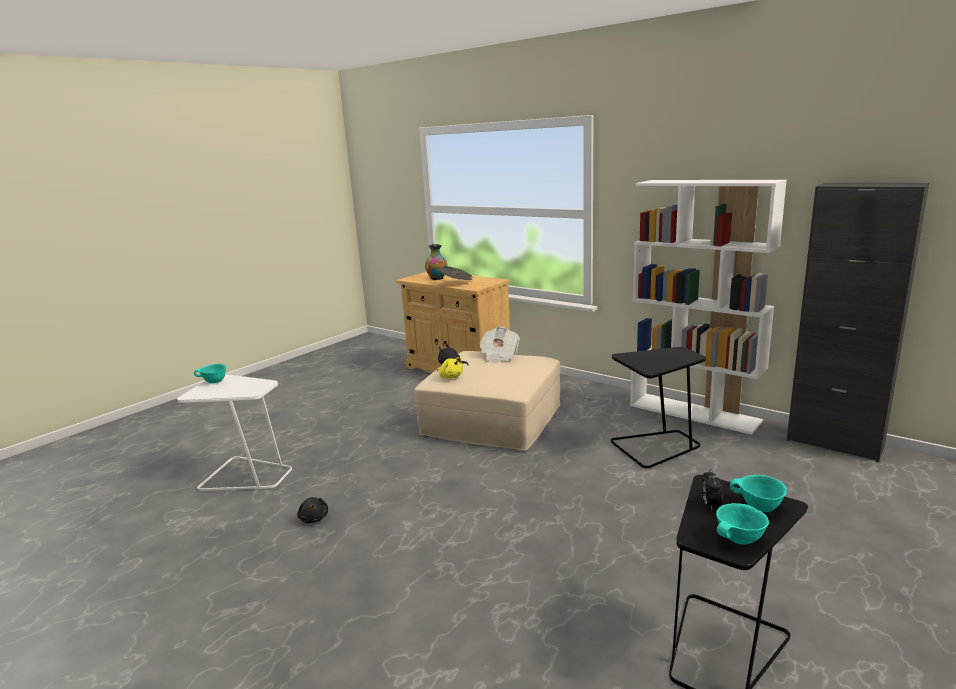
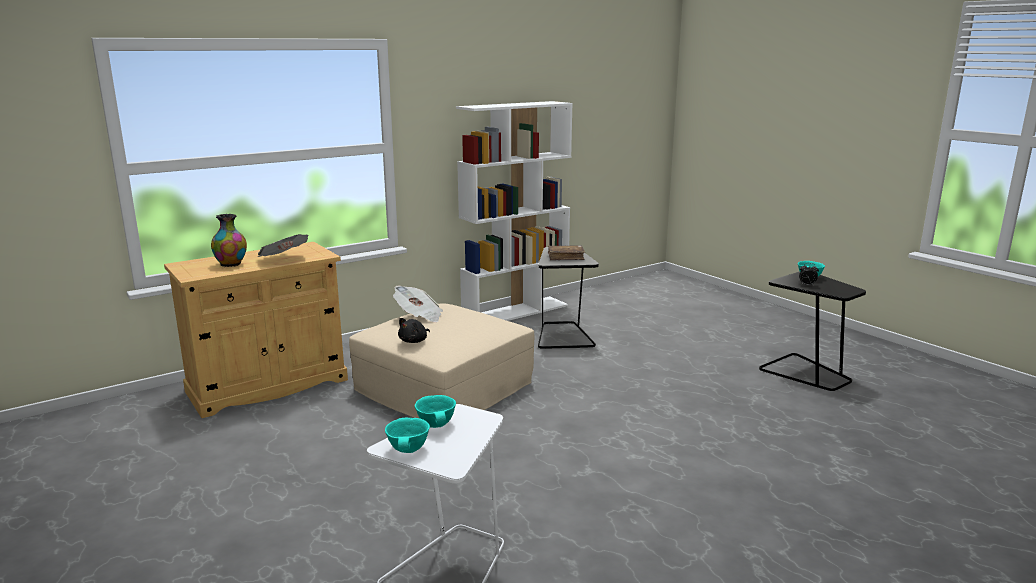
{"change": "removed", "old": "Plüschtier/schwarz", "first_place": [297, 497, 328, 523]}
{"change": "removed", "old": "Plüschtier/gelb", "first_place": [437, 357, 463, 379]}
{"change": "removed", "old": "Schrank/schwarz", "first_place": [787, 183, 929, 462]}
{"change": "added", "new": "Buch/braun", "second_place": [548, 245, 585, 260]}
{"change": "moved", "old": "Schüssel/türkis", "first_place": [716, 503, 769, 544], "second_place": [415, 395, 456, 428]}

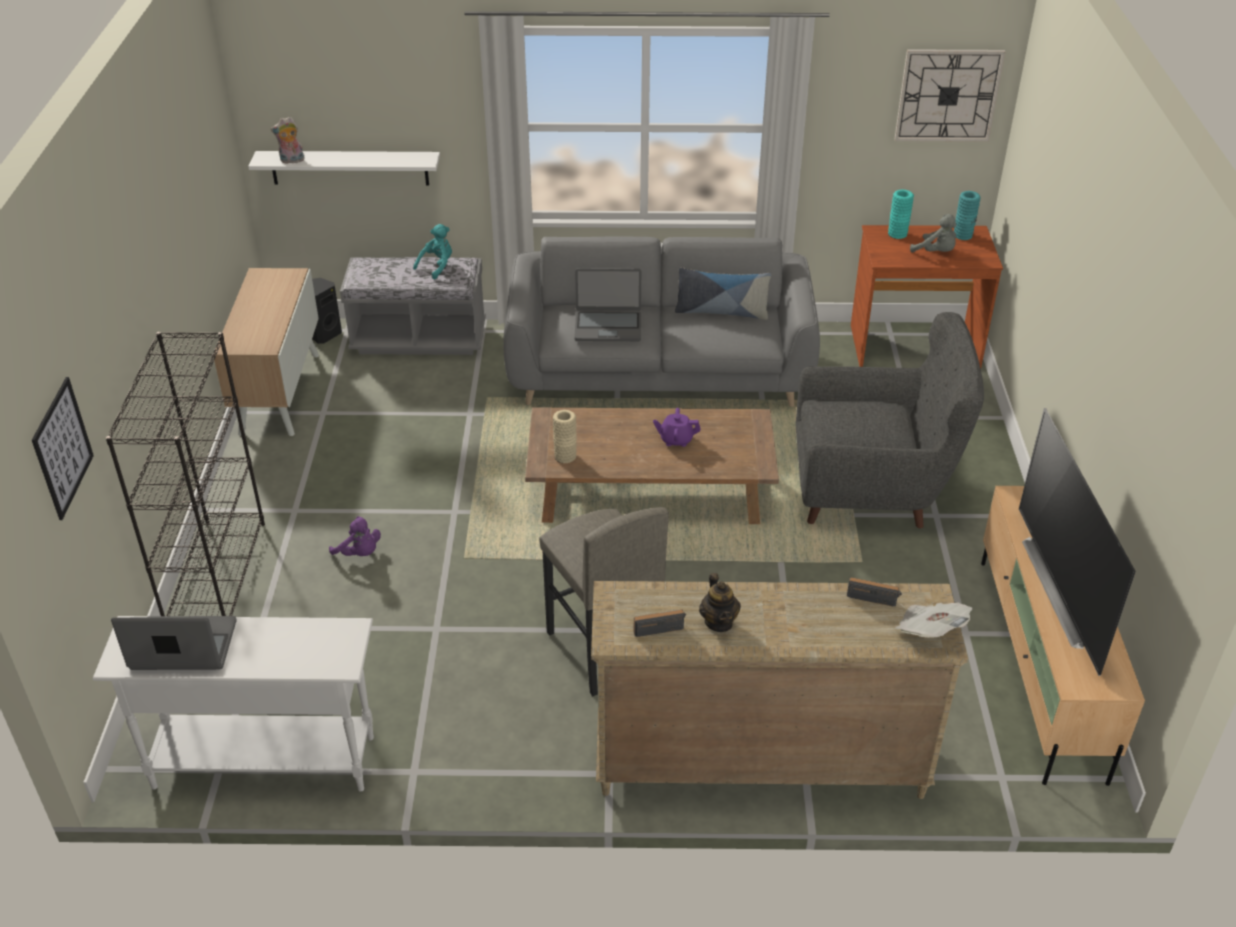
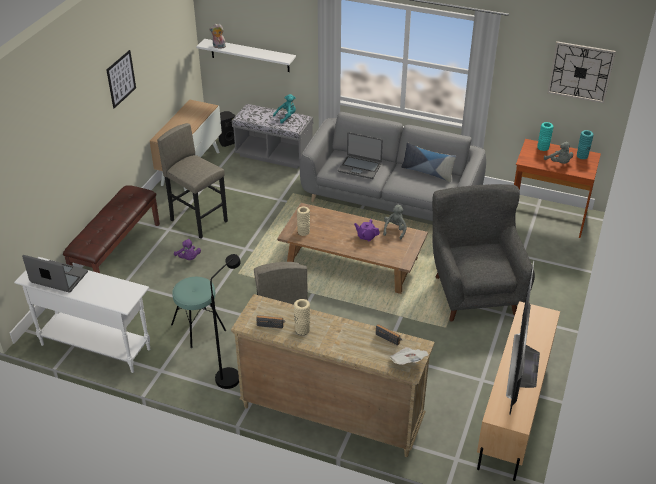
{"change": "added", "new": "Hocker/grau", "second_place": [157, 123, 228, 239]}
{"change": "added", "new": "Hocker/türkis", "second_place": [171, 277, 226, 348]}
{"change": "added", "new": "Stehlampe/schwarz", "second_place": [210, 254, 241, 389]}
{"change": "added", "new": "Plüschtier/grau", "second_place": [383, 205, 407, 240]}
{"change": "moved", "old": "Bild", "first_place": [32, 377, 94, 520], "second_place": [106, 50, 136, 108]}
{"change": "replaced", "old": "Bücherregal/schwarz", "new": "Bank/braun", "first_place": [106, 332, 265, 616], "second_place": [63, 185, 160, 273]}
{"change": "replaced", "old": "Teekanne", "new": "Vase/beige", "first_place": [699, 573, 741, 632], "second_place": [294, 299, 310, 335]}
{"change": "turned", "old": "Sessel/grau", "first_place": [796, 312, 984, 528], "second_place": [432, 184, 535, 321], "degrees": -120}

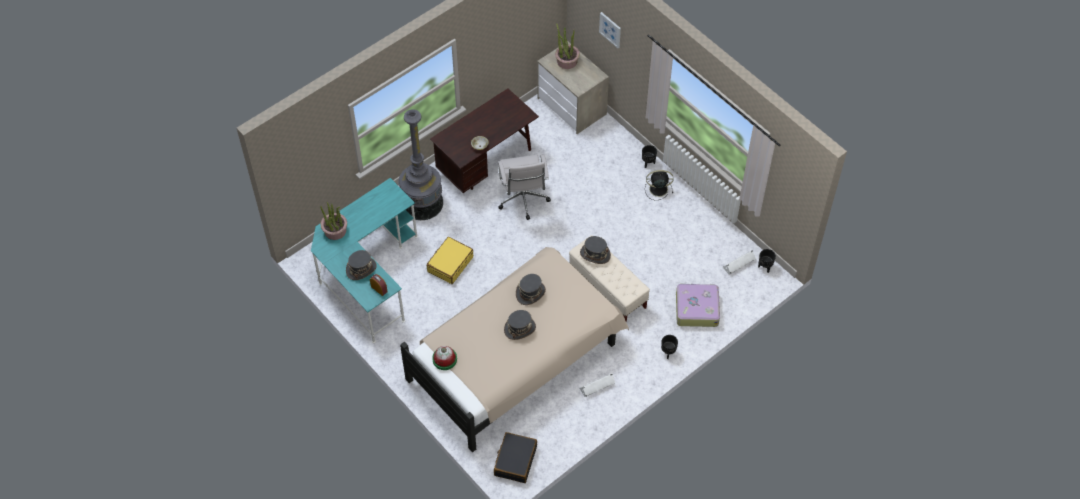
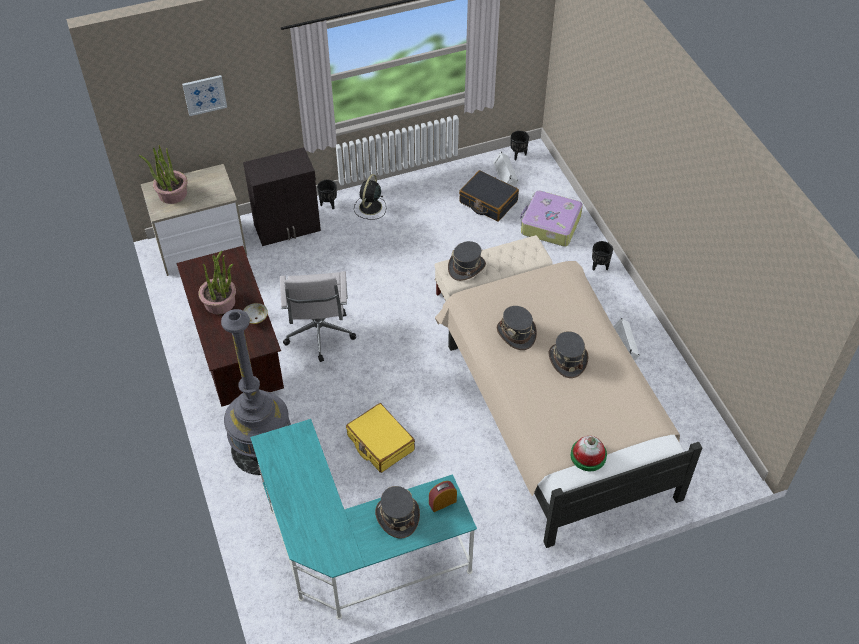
{"change": "added", "new": "Schrank/schwarz", "second_place": [243, 147, 321, 246]}
{"change": "moved", "old": "Topfpflanze", "first_place": [320, 202, 347, 240], "second_place": [199, 251, 236, 315]}
{"change": "moved", "old": "Koffer/schwarz", "first_place": [494, 432, 537, 483], "second_place": [459, 170, 519, 221]}
{"change": "turned", "old": "Bürostuhl/weiß", "first_place": [498, 154, 551, 220], "second_place": [280, 271, 356, 362], "degrees": 75}

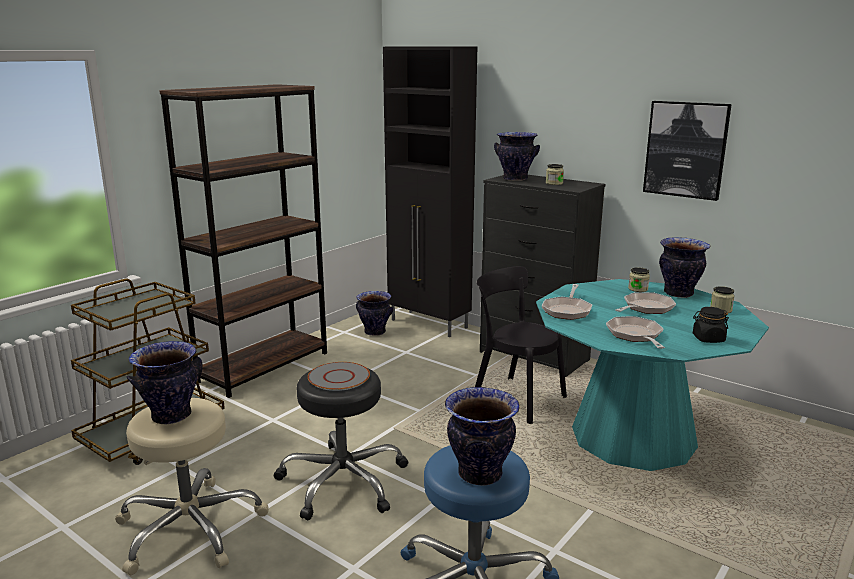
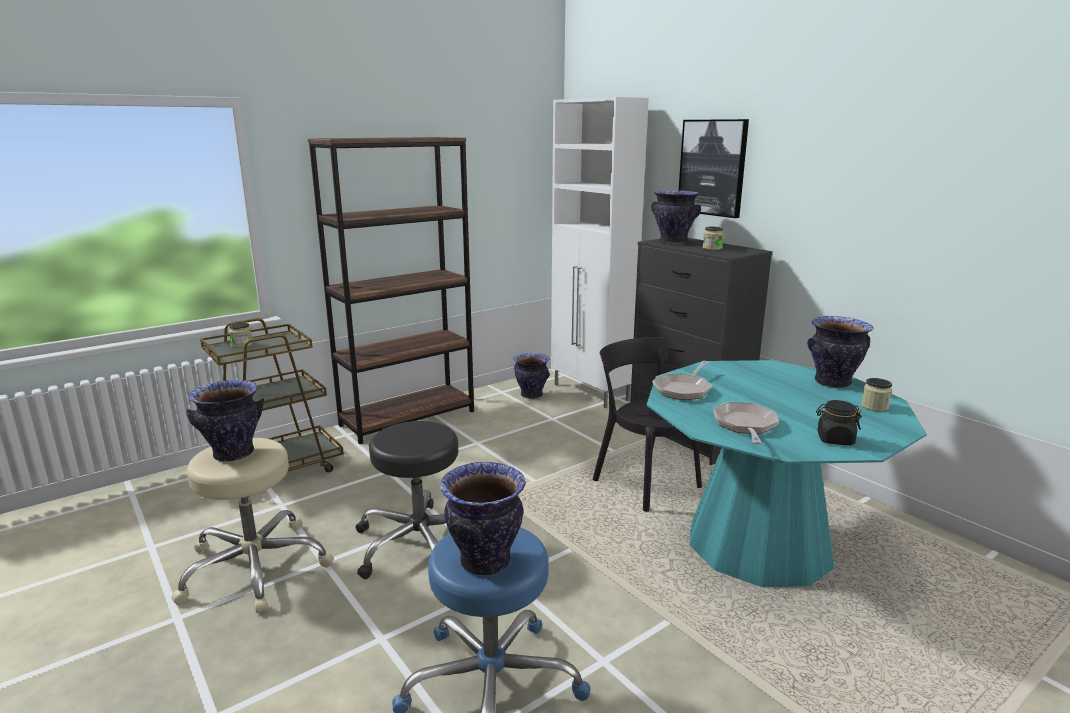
{"change": "removed", "old": "Teller/grau", "first_place": [308, 362, 370, 391]}
{"change": "removed", "old": "Pfanne", "first_place": [615, 292, 676, 314]}
{"change": "moved", "old": "Vorratsglas", "first_place": [628, 267, 650, 292], "second_place": [229, 322, 253, 348]}
{"change": "moved", "old": "Bild", "first_place": [643, 101, 732, 201], "second_place": [679, 119, 749, 218]}
{"change": "recoloured", "old": "Schrank/schwarz", "new": "Schrank/weiß", "first_place": [383, 46, 477, 337], "second_place": [551, 97, 649, 408]}

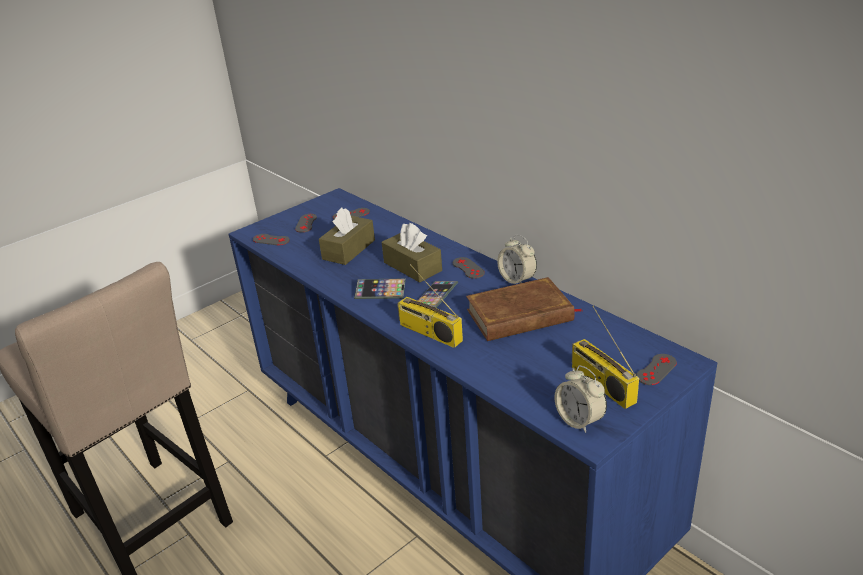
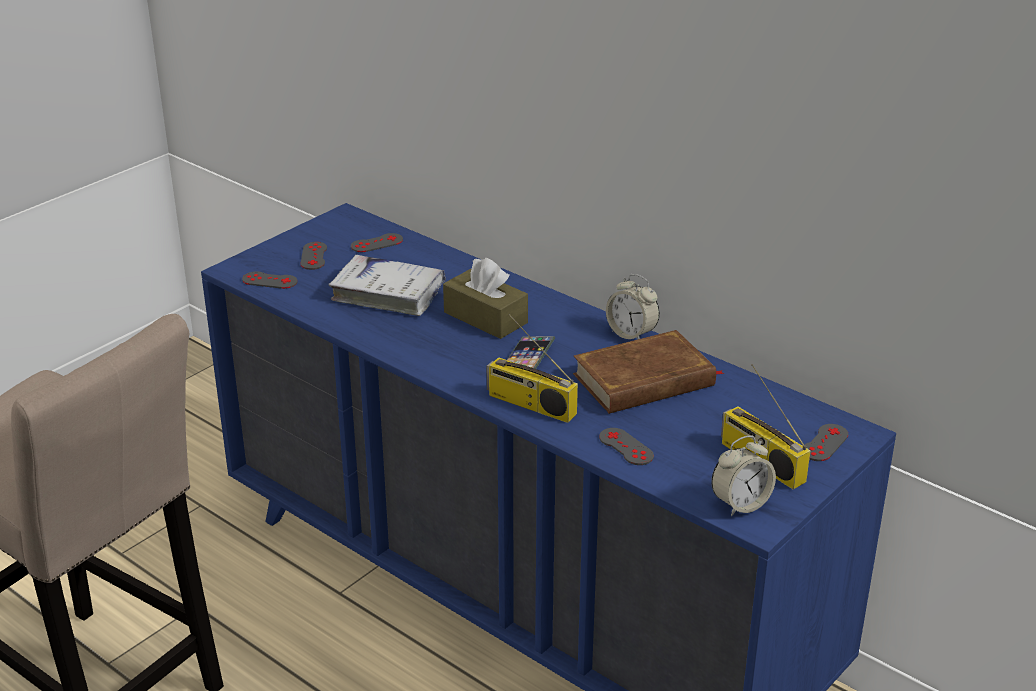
{"change": "removed", "old": "Handy", "first_place": [354, 279, 406, 299]}
{"change": "moved", "old": "Gamepad/grau", "first_place": [453, 257, 485, 279], "second_place": [599, 428, 654, 465]}
{"change": "replaced", "old": "Taschentuchbox/braun", "new": "Buch/weiß", "first_place": [319, 208, 375, 265], "second_place": [329, 255, 446, 316]}
{"change": "turned", "old": "Wecker", "first_place": [554, 365, 607, 433], "second_place": [711, 436, 776, 517], "degrees": -75}

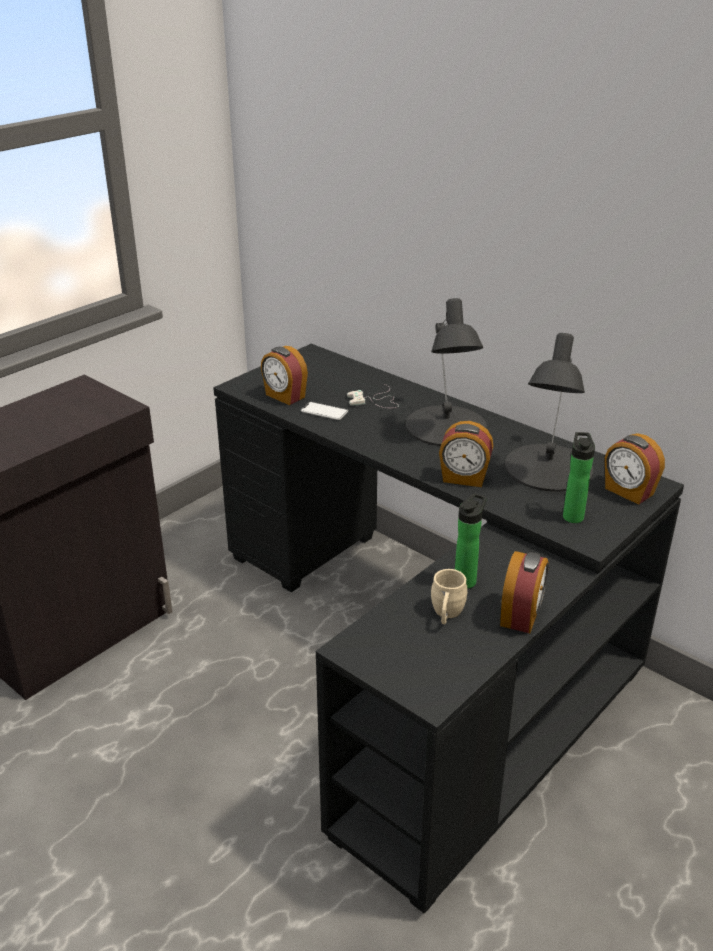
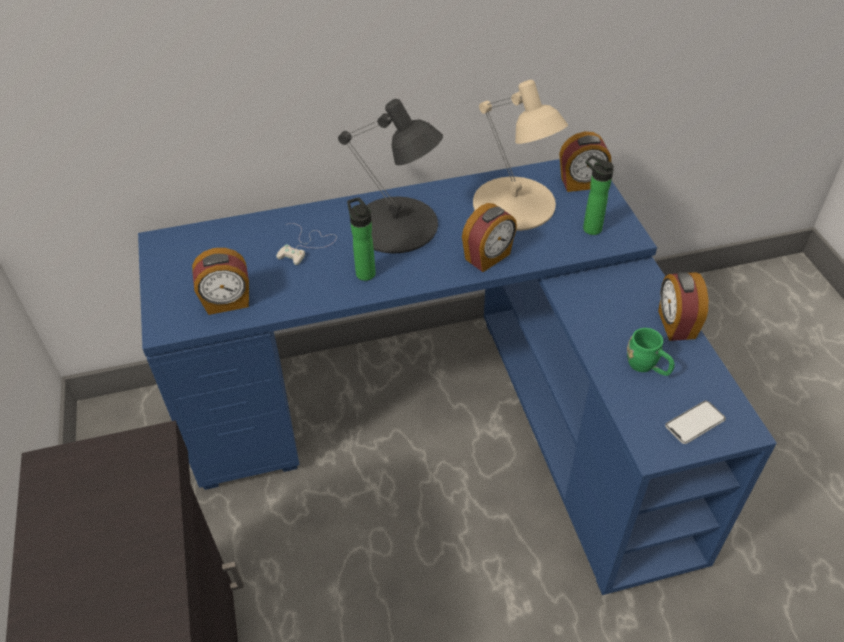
{"change": "moved", "old": "Handy", "first_place": [301, 402, 348, 420], "second_place": [665, 401, 726, 444]}
{"change": "moved", "old": "Flasche", "first_place": [455, 493, 487, 589], "second_place": [347, 197, 376, 281]}
{"change": "recoloured", "old": "Schreibtisch/schwarz", "new": "Schreibtisch/blau", "first_place": [213, 344, 684, 914], "second_place": [138, 159, 777, 595]}
{"change": "recoloured", "old": "Henkelbecher/beige", "new": "Henkelbecher/grün", "first_place": [431, 569, 468, 624], "second_place": [627, 328, 675, 376]}
{"change": "recoloured", "old": "Tischlampe/schwarz", "new": "Tischlampe/beige", "first_place": [505, 333, 593, 492], "second_place": [473, 79, 568, 231]}
{"change": "turned", "old": "Wecker", "first_place": [500, 551, 549, 633], "second_place": [658, 272, 708, 341], "degrees": -150}

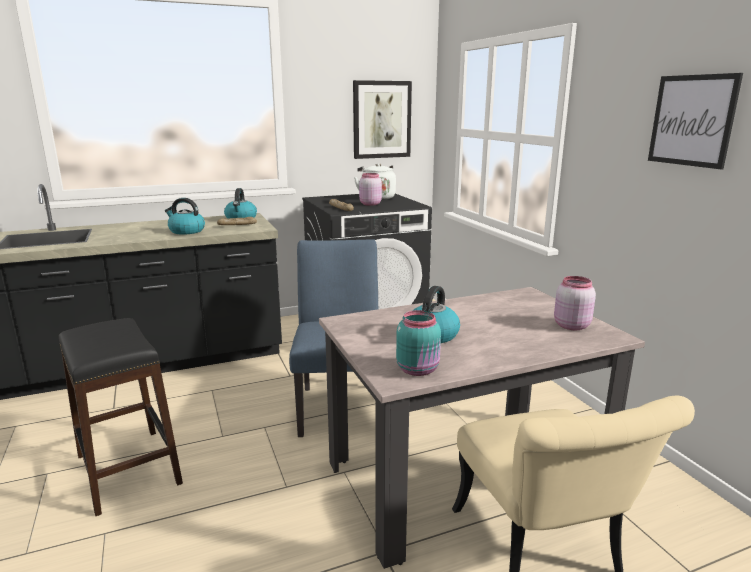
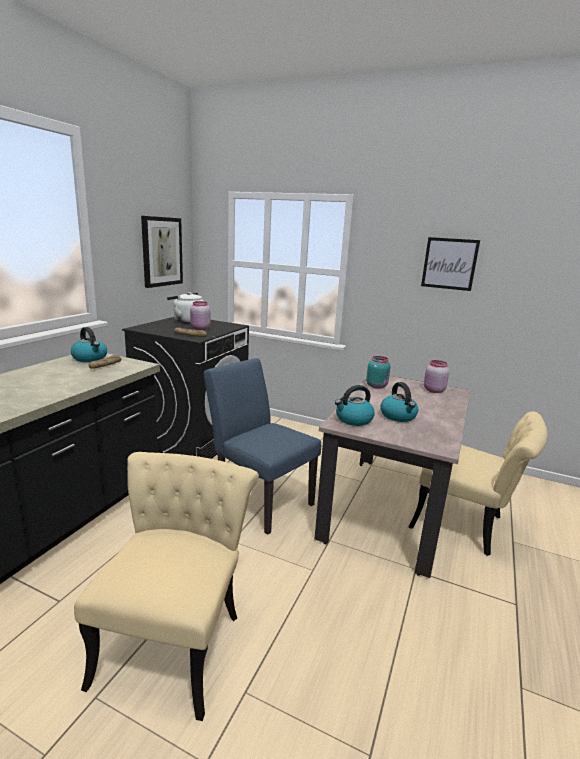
{"change": "moved", "old": "Wasserkessel", "first_place": [165, 198, 205, 235], "second_place": [335, 385, 375, 426]}
{"change": "moved", "old": "Vorratsglas/türkis", "first_place": [396, 310, 441, 376], "second_place": [366, 356, 390, 389]}
{"change": "replaced", "old": "Hocker/schwarz", "new": "Stuhl/beige", "first_place": [59, 318, 183, 516], "second_place": [74, 452, 259, 721]}

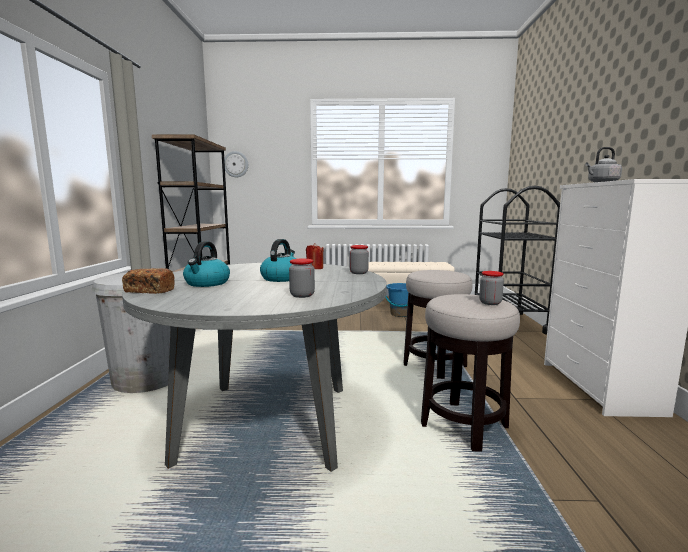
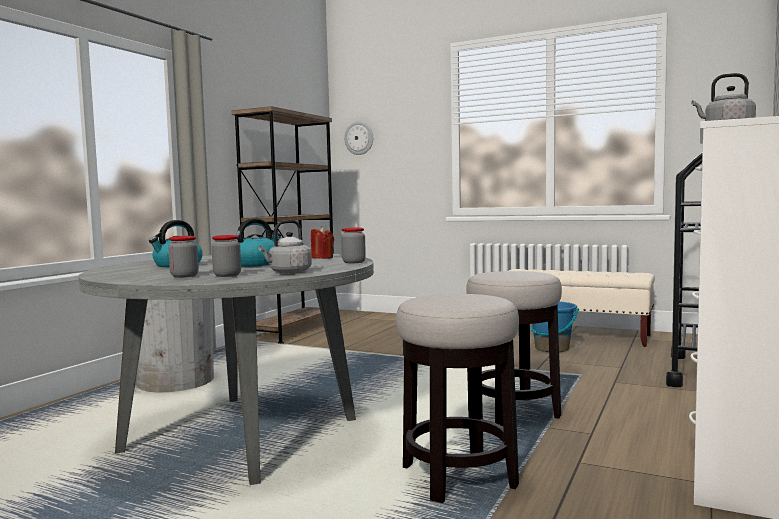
{"change": "removed", "old": "Brot", "first_place": [122, 268, 175, 294]}
{"change": "added", "new": "Wasserkessel/grau", "second_place": [258, 220, 312, 274]}
{"change": "moved", "old": "Vorratsglas", "first_place": [479, 271, 504, 305], "second_place": [168, 236, 199, 278]}

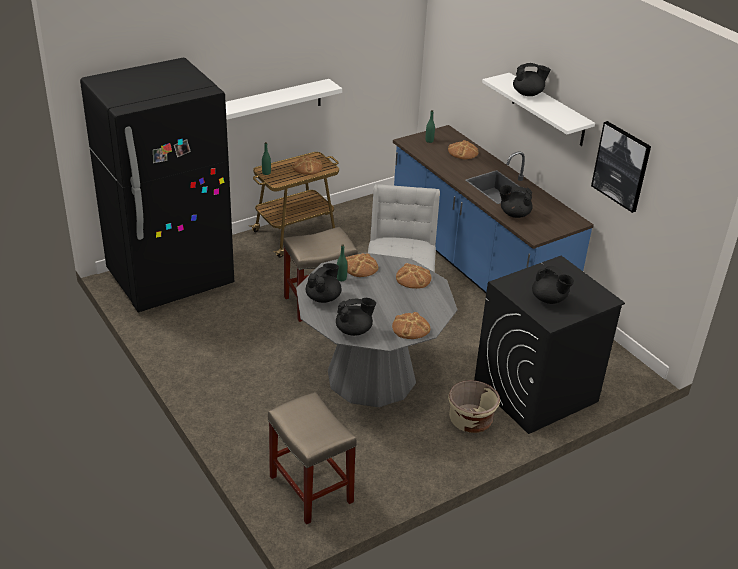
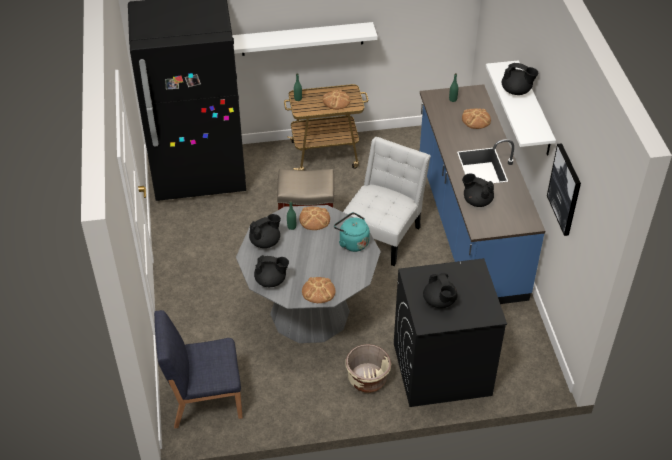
{"change": "replaced", "old": "Hocker/beige", "new": "Stuhl/blau", "first_place": [268, 392, 357, 525], "second_place": [154, 310, 243, 428]}
{"change": "replaced", "old": "Brot", "new": "Wasserkessel/türkis", "first_place": [396, 263, 431, 289], "second_place": [334, 212, 370, 252]}

